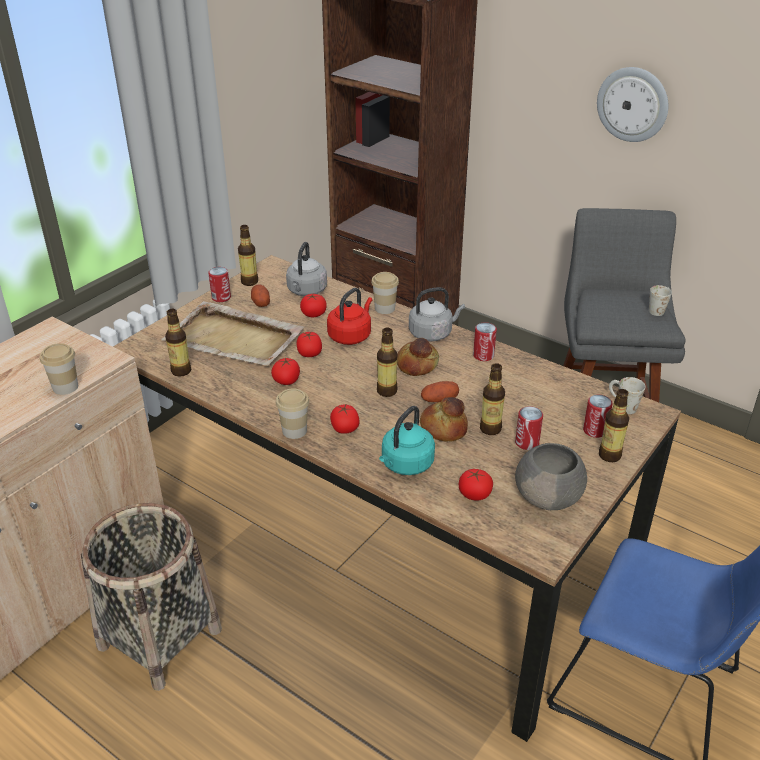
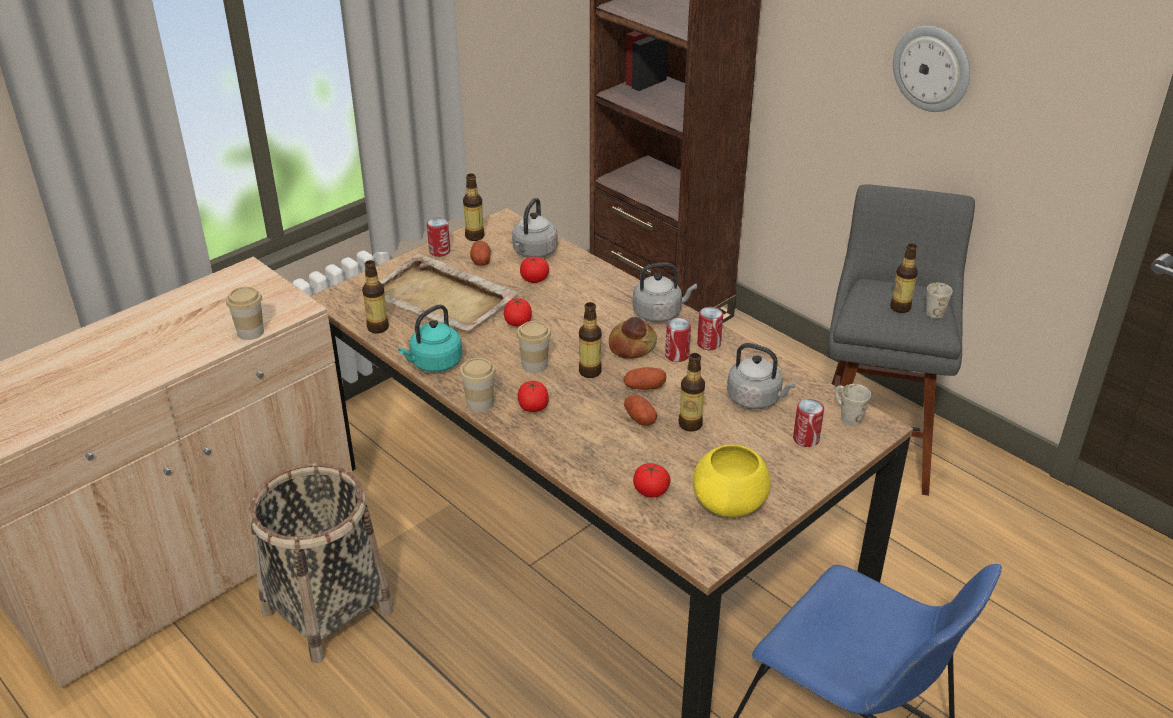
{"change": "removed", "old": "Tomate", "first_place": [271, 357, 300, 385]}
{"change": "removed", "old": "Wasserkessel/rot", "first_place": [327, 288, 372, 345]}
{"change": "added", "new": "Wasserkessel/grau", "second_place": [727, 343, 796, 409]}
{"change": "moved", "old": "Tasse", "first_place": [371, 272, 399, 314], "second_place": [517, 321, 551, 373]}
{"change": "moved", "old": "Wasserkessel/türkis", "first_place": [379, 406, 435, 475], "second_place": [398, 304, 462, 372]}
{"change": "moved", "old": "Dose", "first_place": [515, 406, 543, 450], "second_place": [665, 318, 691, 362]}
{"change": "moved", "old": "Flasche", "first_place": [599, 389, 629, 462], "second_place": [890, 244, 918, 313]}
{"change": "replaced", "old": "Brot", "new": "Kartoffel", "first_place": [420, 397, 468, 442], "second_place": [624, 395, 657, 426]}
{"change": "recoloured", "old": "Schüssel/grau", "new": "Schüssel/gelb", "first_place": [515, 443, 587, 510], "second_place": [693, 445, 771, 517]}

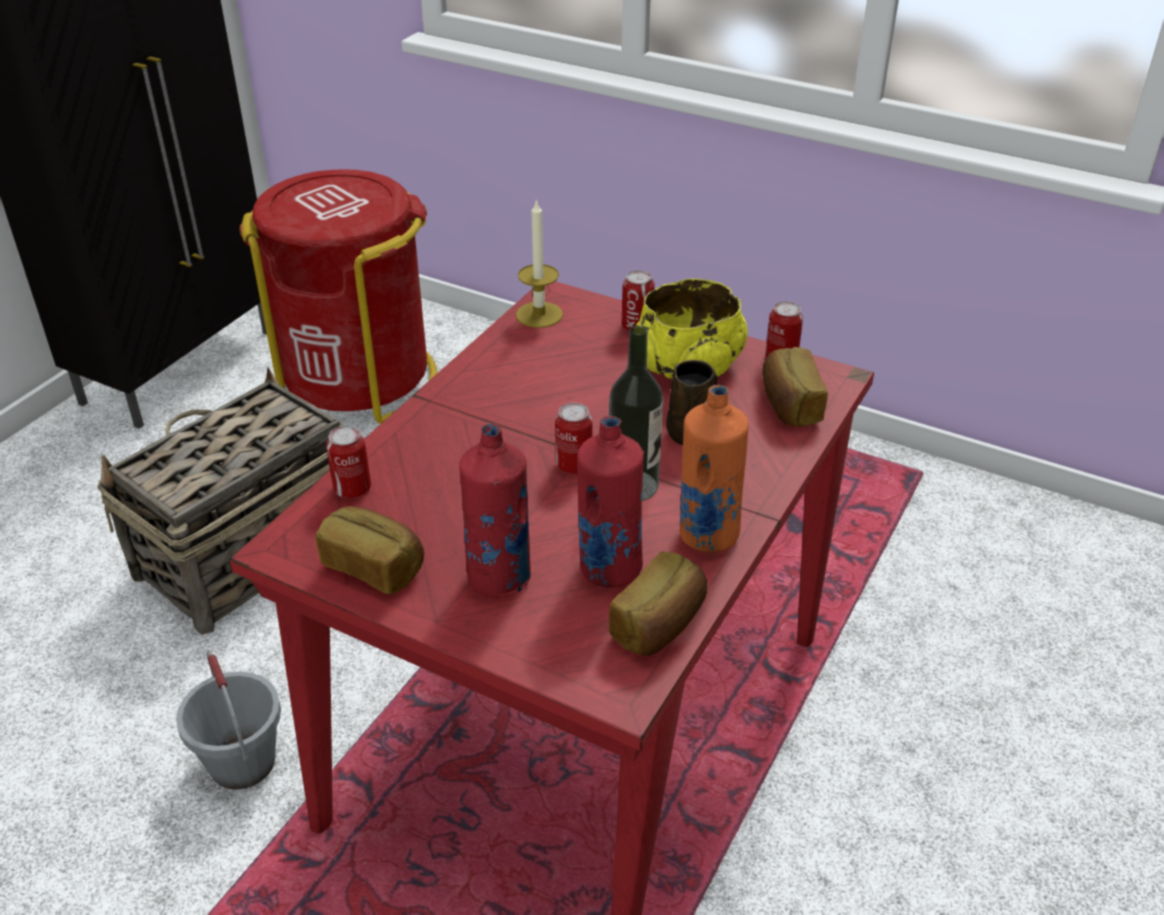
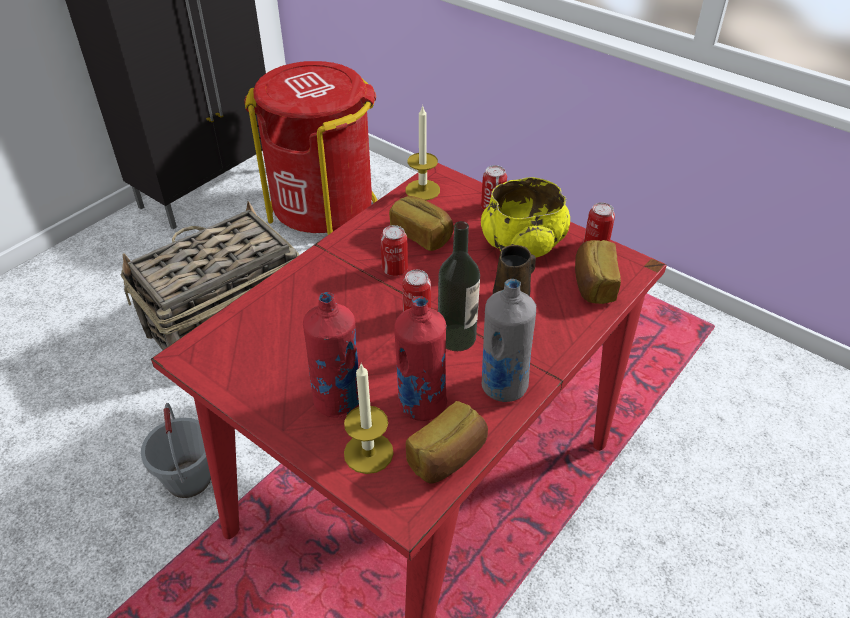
{"change": "added", "new": "Kerze", "second_place": [344, 363, 394, 474]}
{"change": "moved", "old": "Brot", "first_place": [315, 506, 424, 594], "second_place": [389, 196, 454, 251]}
{"change": "moved", "old": "Dose", "first_place": [326, 425, 371, 498], "second_place": [381, 225, 408, 276]}
{"change": "recoloured", "old": "Flasche/orange", "new": "Flasche/grau", "first_place": [680, 385, 749, 553], "second_place": [482, 279, 536, 402]}

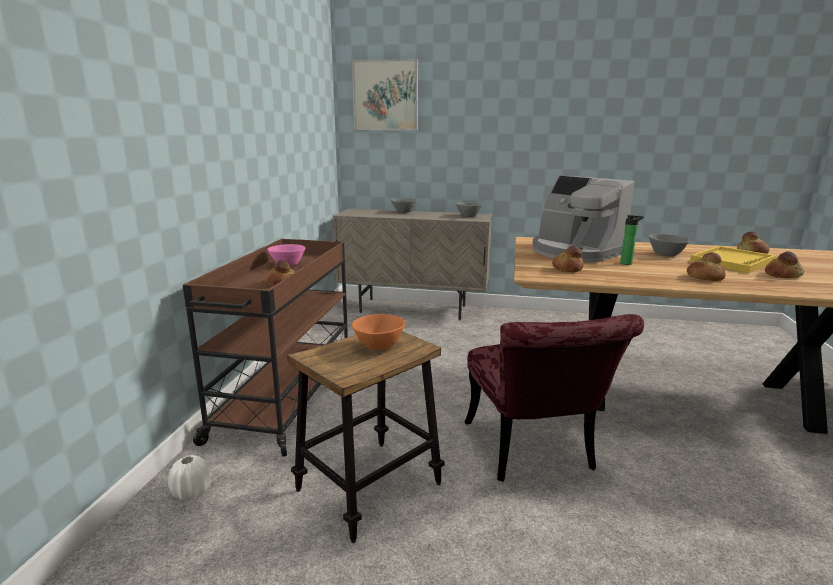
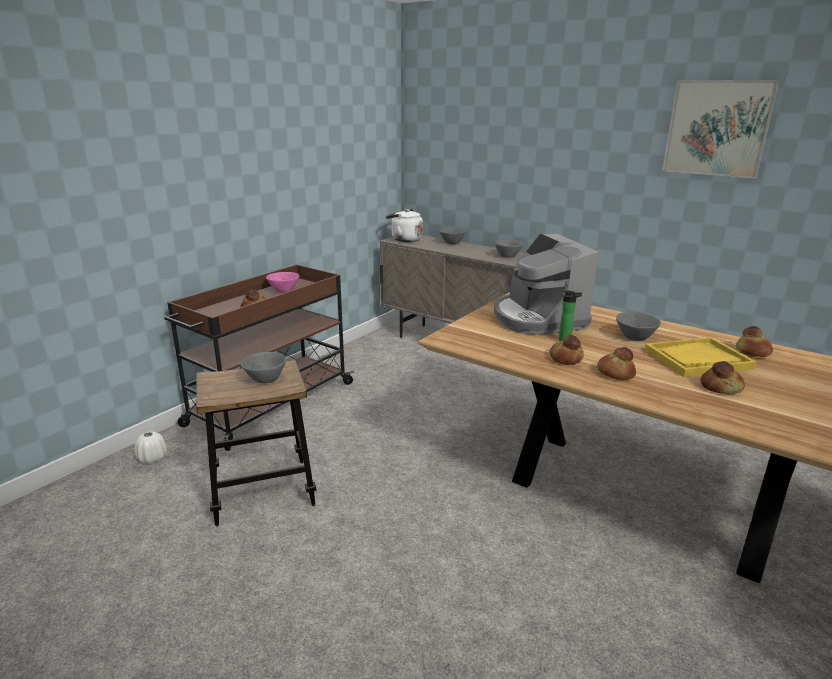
{"change": "removed", "old": "Stuhl/rot", "first_place": [465, 314, 644, 482]}
{"change": "added", "new": "Wasserkessel/weiß", "second_place": [386, 209, 423, 242]}
{"change": "moved", "old": "Bild", "first_place": [352, 59, 418, 130], "second_place": [662, 80, 780, 179]}
{"change": "moved", "old": "Brot", "first_place": [552, 246, 584, 272], "second_place": [550, 335, 584, 365]}
{"change": "recoloured", "old": "Schüssel/orange", "new": "Schüssel/grau", "first_place": [352, 314, 406, 350], "second_place": [241, 352, 286, 383]}

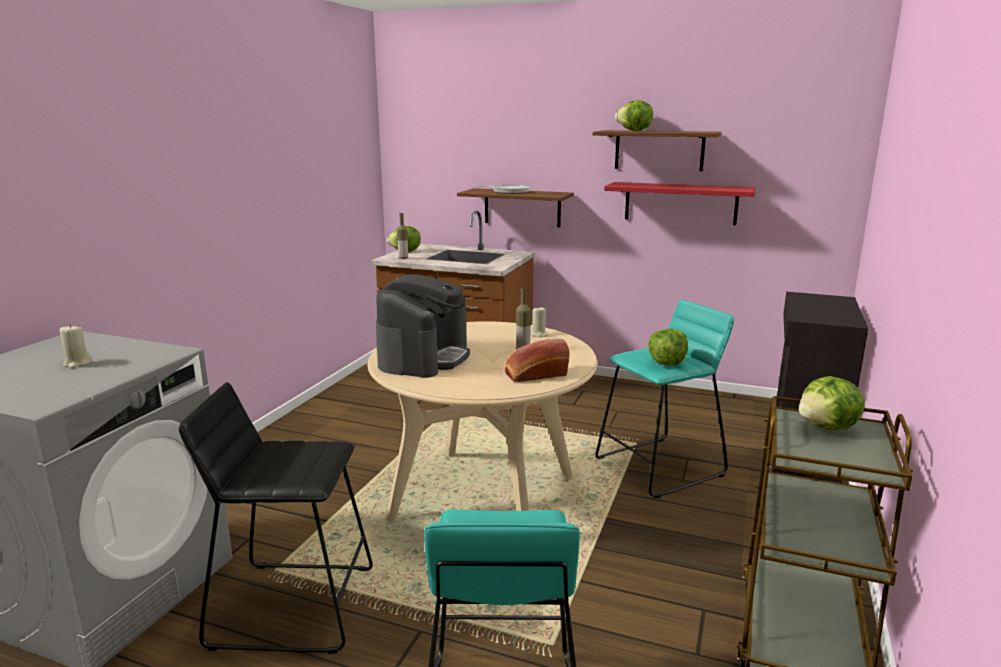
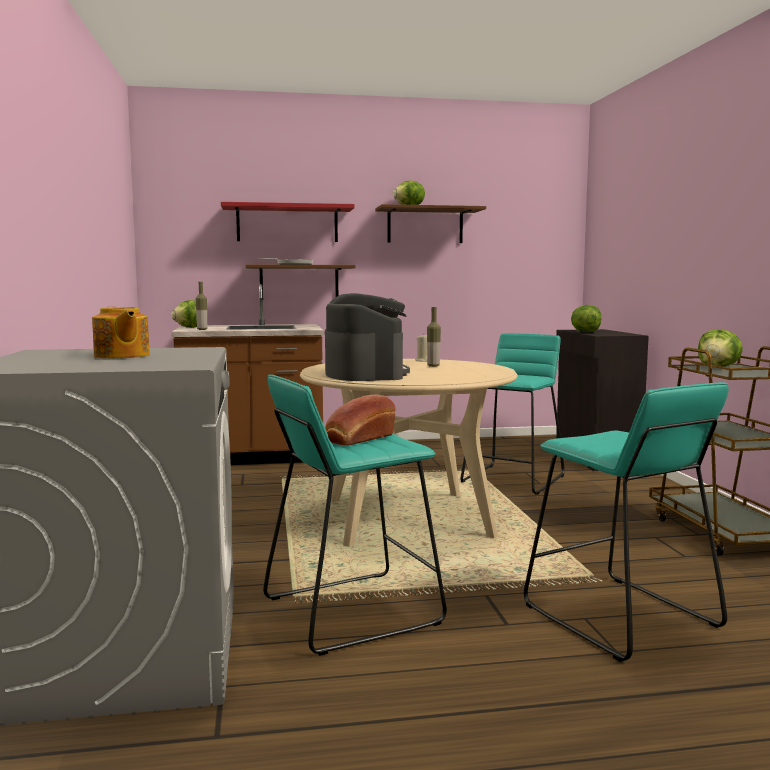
{"change": "moved", "old": "Brot", "first_place": [505, 339, 570, 382], "second_place": [325, 395, 396, 446]}
{"change": "moved", "old": "Wandregal/rot", "first_place": [604, 182, 756, 225], "second_place": [221, 202, 355, 242]}
{"change": "moved", "old": "Salatkopf", "first_place": [648, 329, 688, 366], "second_place": [571, 305, 602, 332]}
{"change": "replaced", "old": "Kerze/beige", "new": "Teekanne", "first_place": [60, 324, 92, 368], "second_place": [92, 307, 150, 359]}
{"change": "recoloured", "old": "Hocker/schwarz", "new": "Hocker/türkis", "first_place": [179, 382, 373, 654], "second_place": [263, 375, 447, 656]}

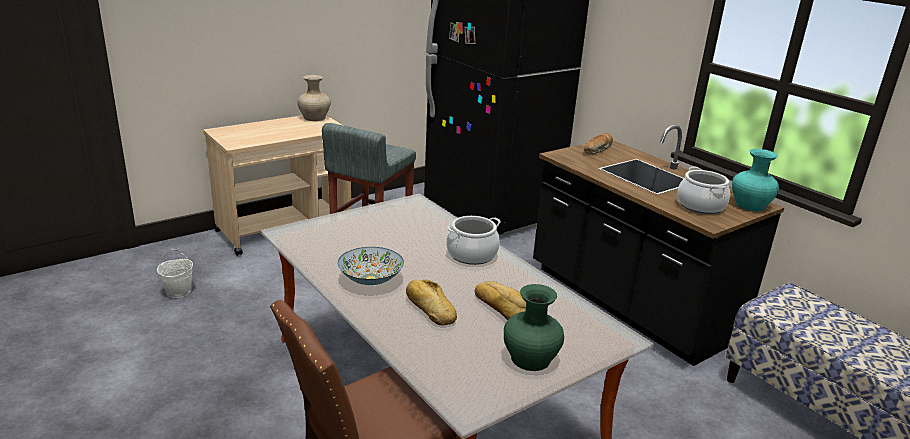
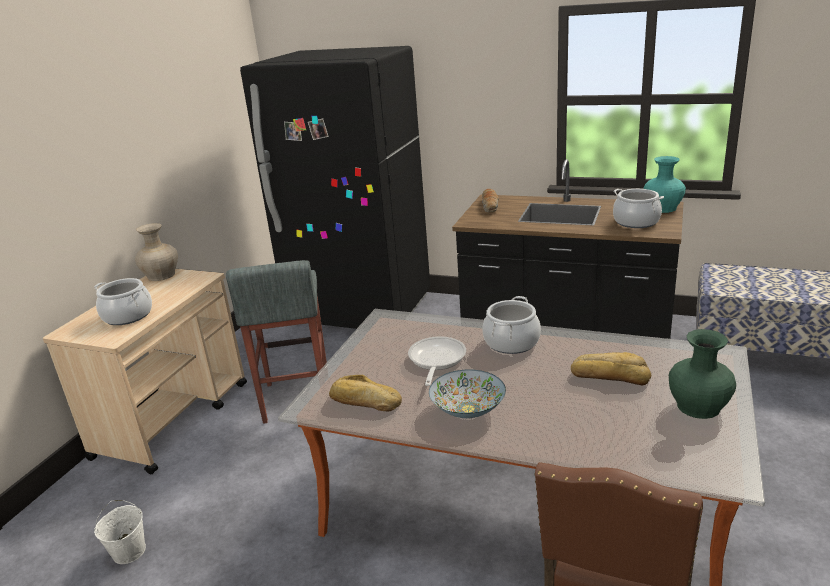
{"change": "added", "new": "Kochtopf", "second_place": [94, 278, 152, 325]}
{"change": "added", "new": "Pfanne", "second_place": [408, 336, 466, 386]}
{"change": "moved", "old": "Brot", "first_place": [406, 279, 457, 325], "second_place": [329, 375, 402, 412]}

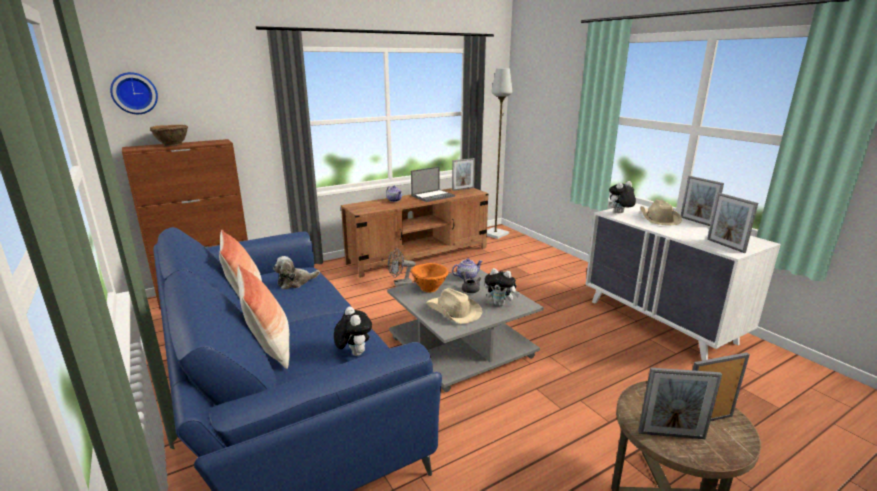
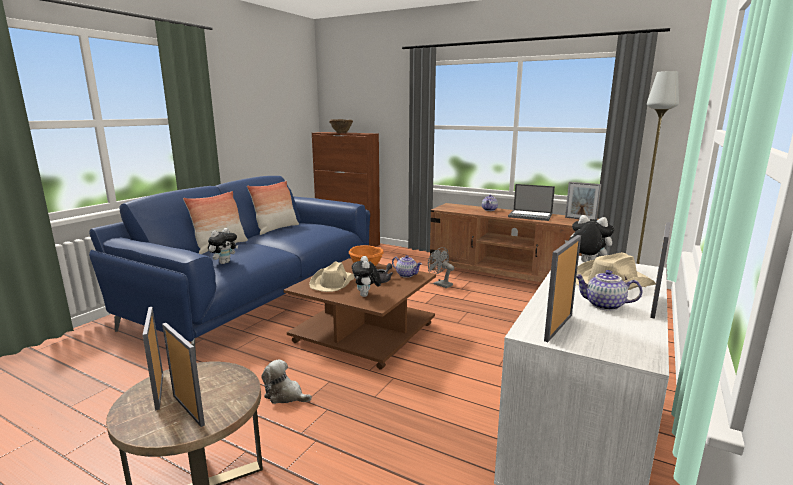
{"change": "removed", "old": "Wanduhr", "first_place": [110, 72, 158, 114]}
{"change": "added", "new": "Teekanne", "second_place": [576, 270, 642, 311]}
{"change": "moved", "old": "Plüschtier", "first_place": [273, 256, 320, 289], "second_place": [261, 359, 312, 404]}
{"change": "recoloured", "old": "Couchtisch/grau", "new": "Couchtisch/braun", "first_place": [387, 269, 544, 392], "second_place": [284, 258, 436, 369]}

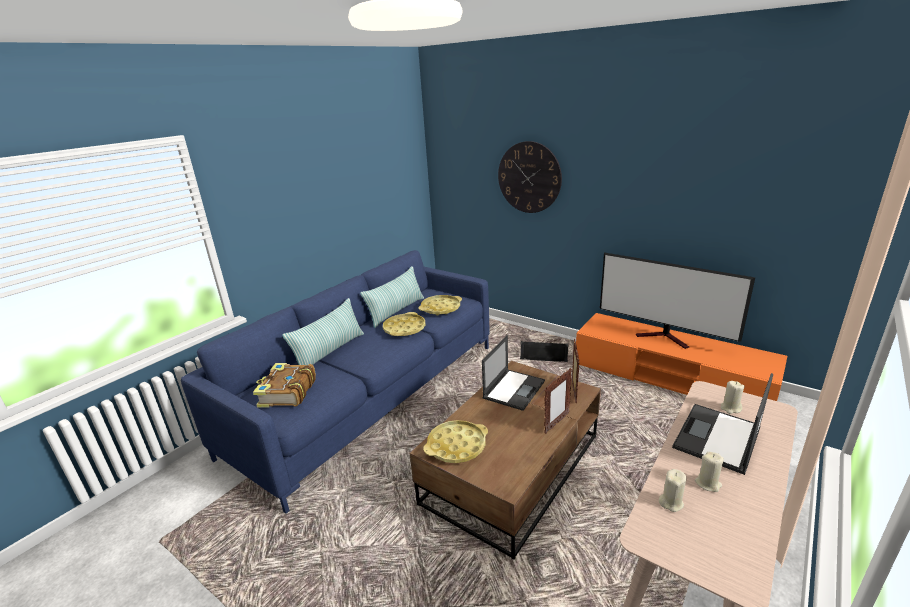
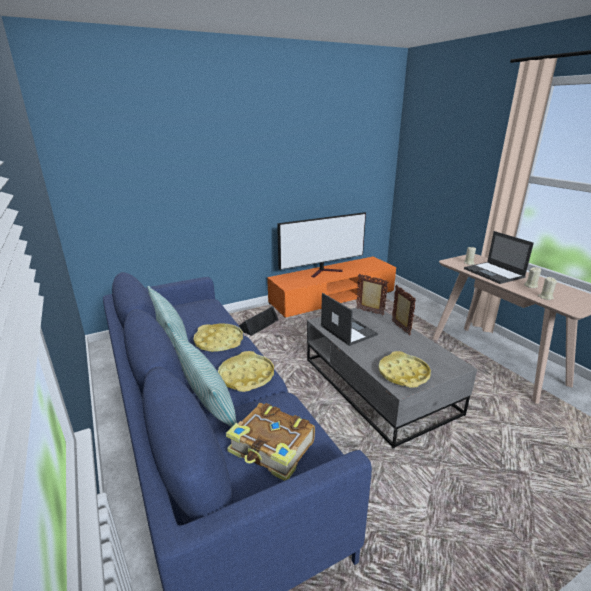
{"change": "removed", "old": "Wanduhr", "first_place": [498, 141, 562, 213]}
{"change": "moved", "old": "Tablett/gelb", "first_place": [418, 295, 462, 315], "second_place": [218, 351, 274, 392]}
{"change": "recoloured", "old": "Couchtisch/braun", "new": "Couchtisch/grau", "first_place": [410, 361, 601, 560], "second_place": [307, 308, 477, 449]}

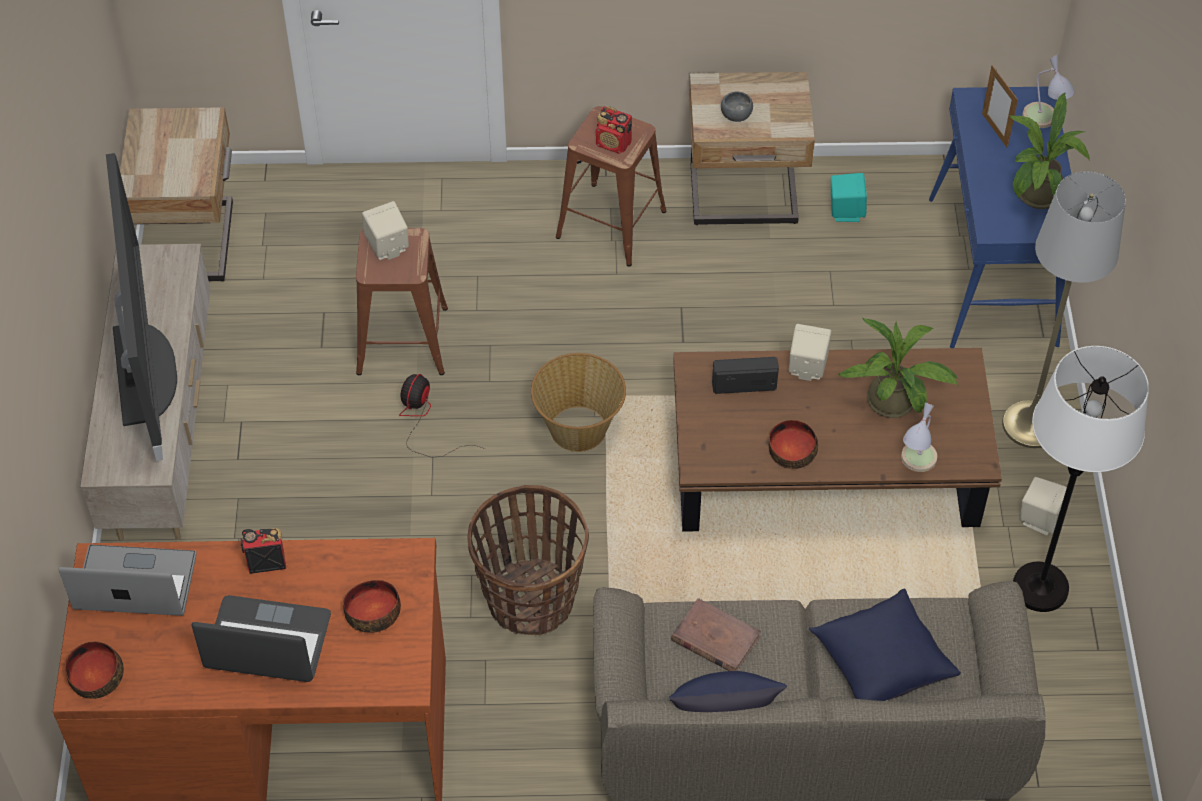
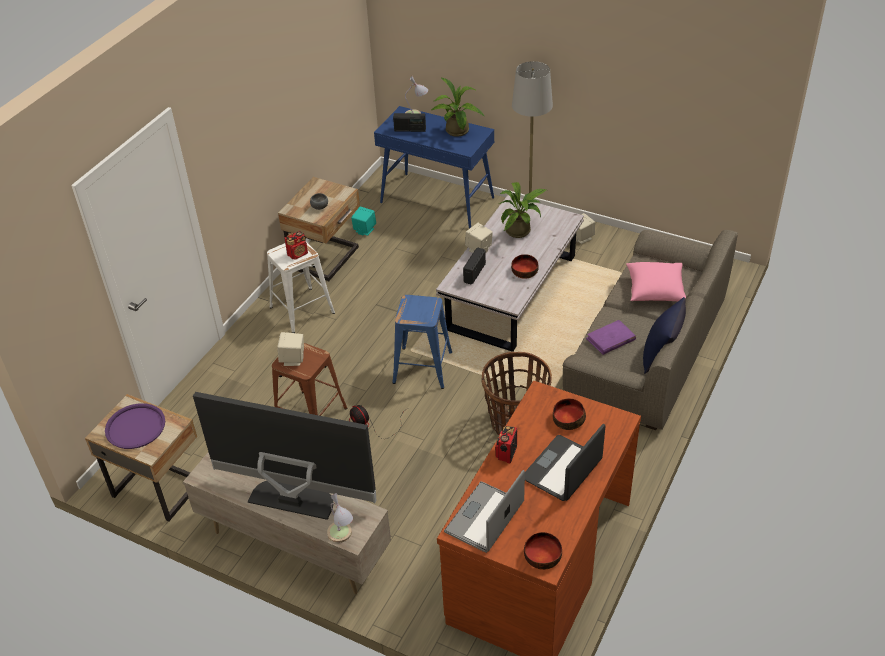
{"change": "removed", "old": "Stehlampe/weiß", "first_place": [1013, 346, 1149, 612]}
{"change": "added", "new": "Tablett/lila", "second_place": [105, 403, 165, 449]}
{"change": "moved", "old": "Tischlampe", "first_place": [901, 402, 937, 472], "second_place": [327, 493, 353, 543]}
{"change": "replaced", "old": "Korb", "new": "Hocker/blau", "first_place": [531, 353, 626, 452], "second_place": [392, 295, 452, 389]}
{"change": "replaced", "old": "Bilderrahmen", "new": "Radio", "first_place": [982, 65, 1018, 148], "second_place": [393, 113, 426, 132]}
{"change": "recoloured", "old": "Hocker/braun", "new": "Hocker/weiß", "first_place": [556, 106, 667, 267], "second_place": [267, 242, 335, 333]}
{"change": "recoloured", "old": "Buch/braun", "new": "Buch/lila", "first_place": [671, 598, 761, 671], "second_place": [586, 320, 636, 355]}
{"change": "recoloured", "old": "Couchtisch/braun", "new": "Couchtisch/weiß", "first_place": [673, 348, 1002, 532], "second_place": [436, 195, 584, 352]}
{"change": "recoloured", "old": "Kissen/blau", "new": "Kissen/rosa", "first_place": [809, 588, 961, 701], "second_place": [626, 262, 686, 301]}

